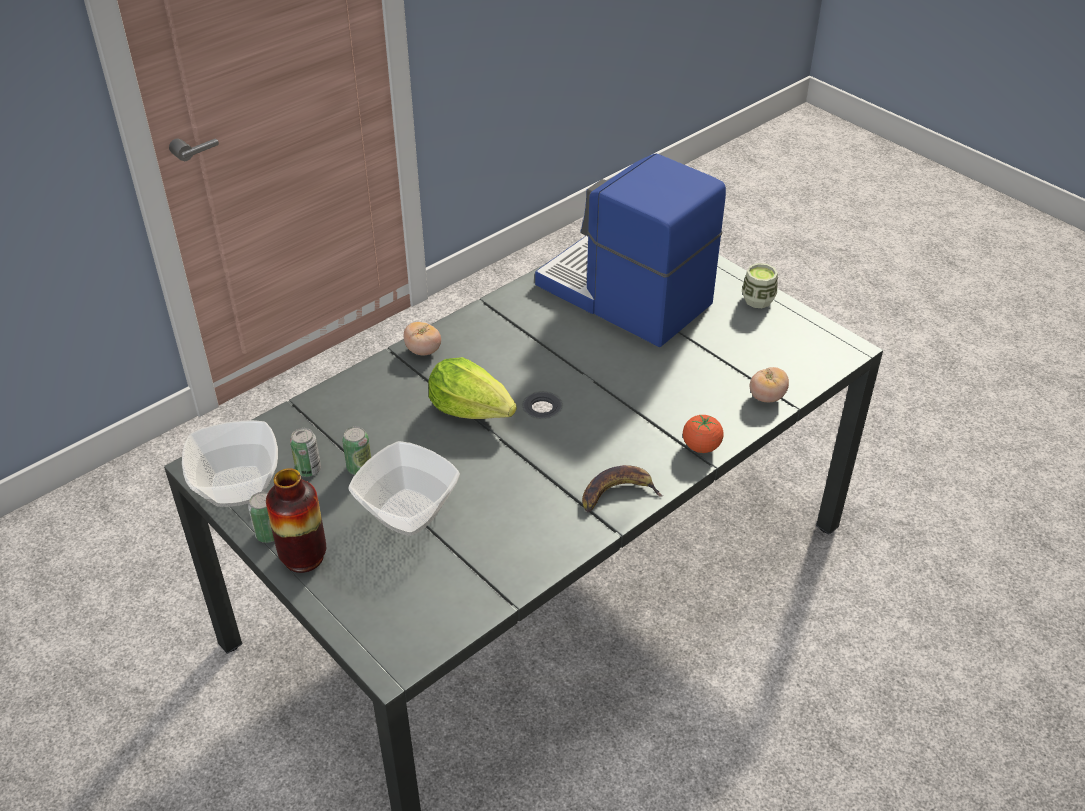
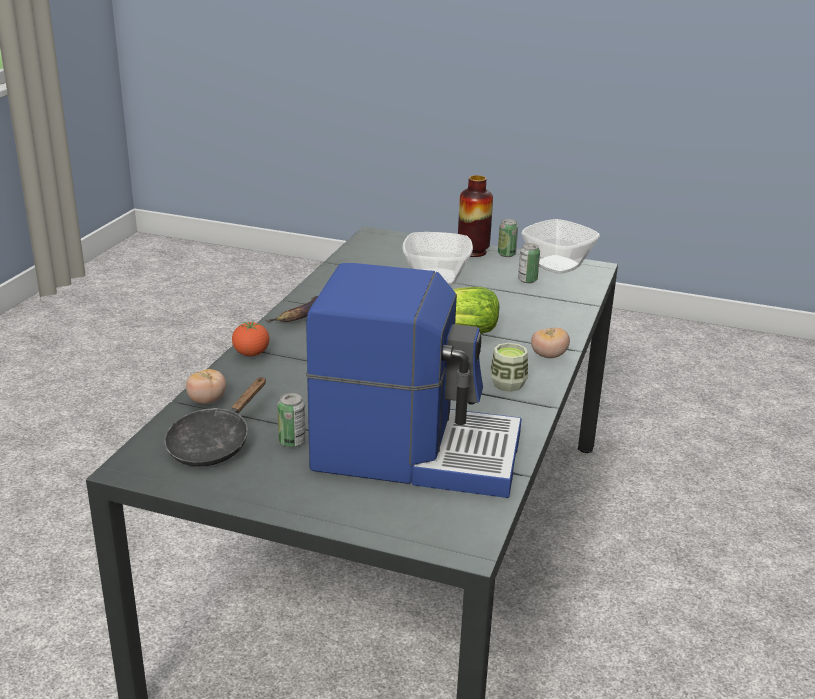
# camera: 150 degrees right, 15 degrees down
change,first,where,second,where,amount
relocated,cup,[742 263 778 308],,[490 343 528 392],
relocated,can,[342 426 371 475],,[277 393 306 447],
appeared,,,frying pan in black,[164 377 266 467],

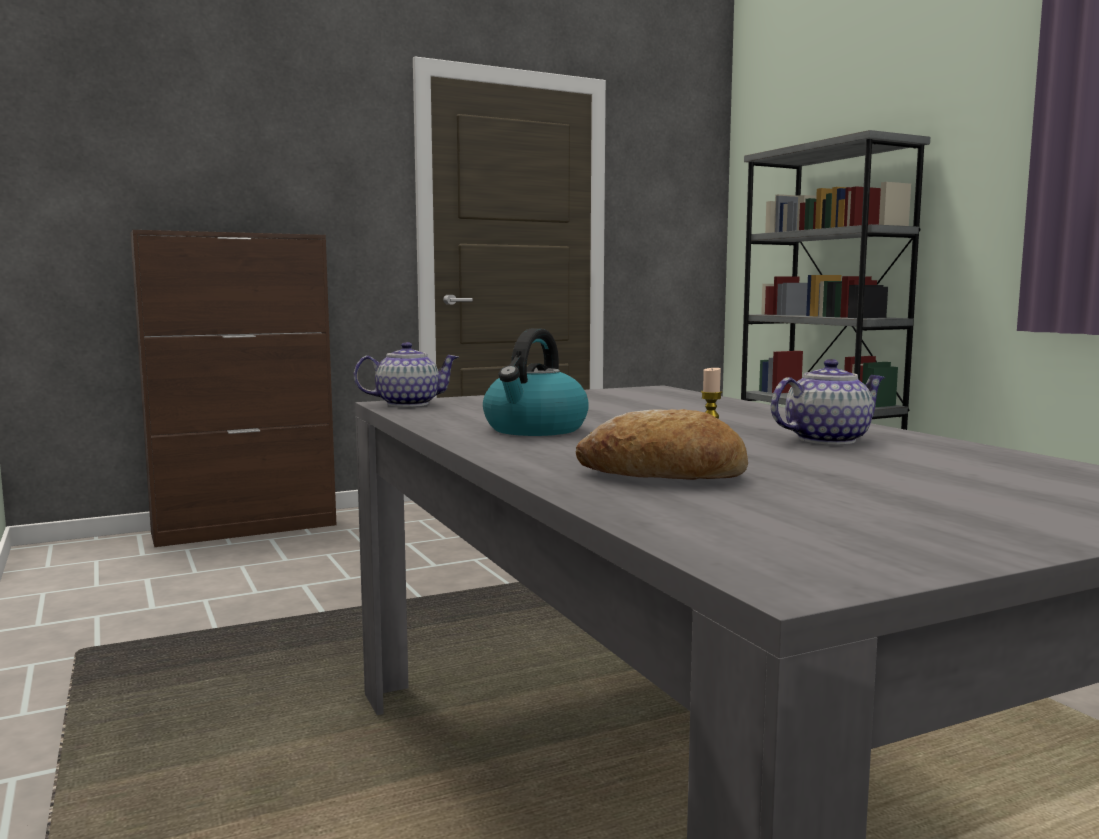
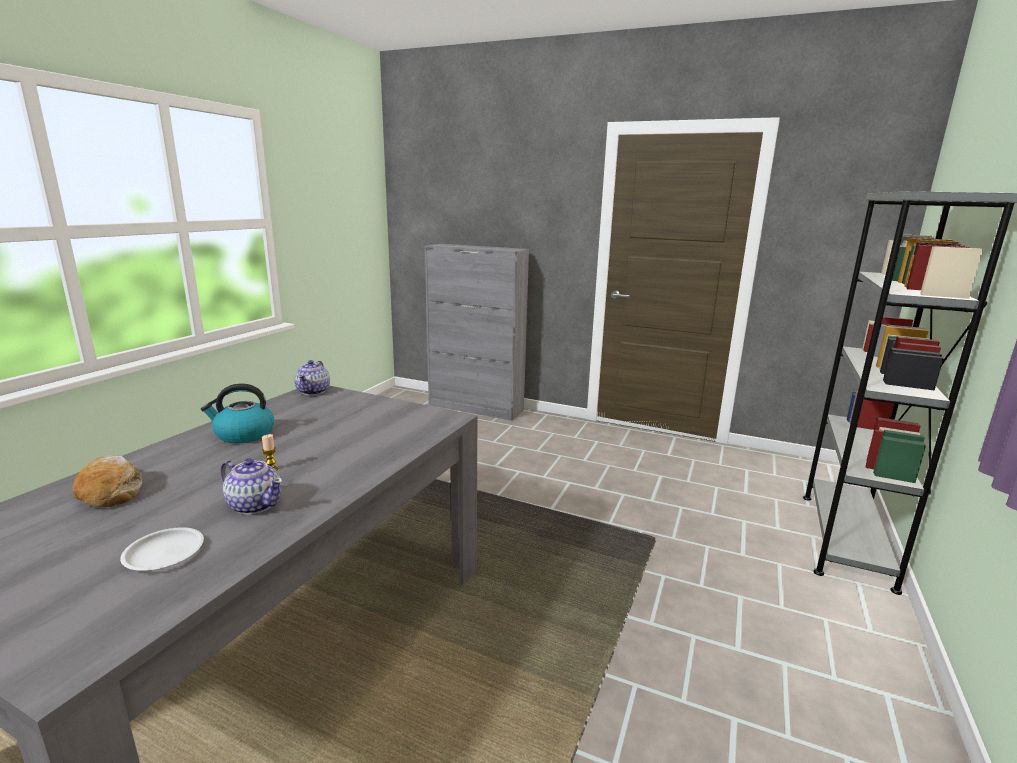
# camera: 50 degrees right, 10 degrees up
change,first,where,second,where,amount
colour,cabinet in brown,[130 230 336 547],cabinet in grey,[425 244 529 421],
spun,teapot,[354 342 459 407],,[295 360 330 395],60 degrees clockwise
appeared,,,plate in white,[120 527 204 571],

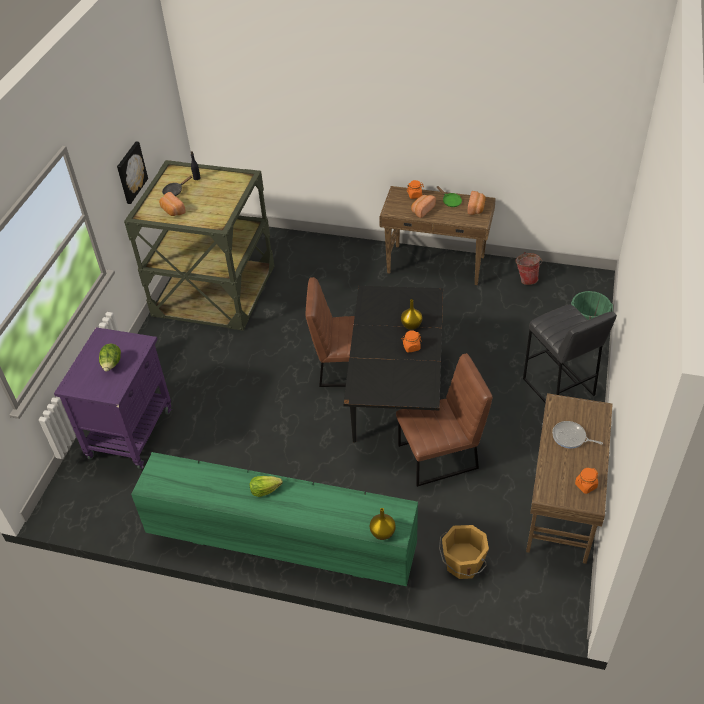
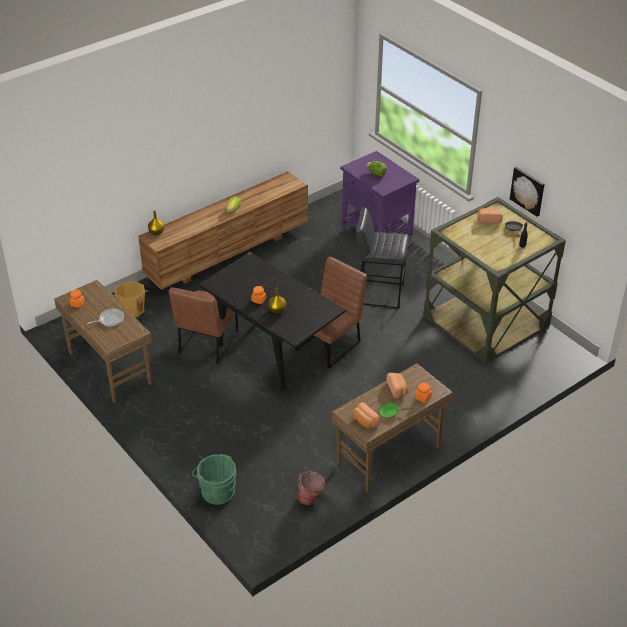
# camera: 125 degrees right, 5 degrees down
change,first,where,second,where,amount
relocated,stool in grey,[523 305 617 402],,[356 207 409 309],
colour,cabinet in green,[131 452 418 586],cabinet in brown,[138 171 308 290],

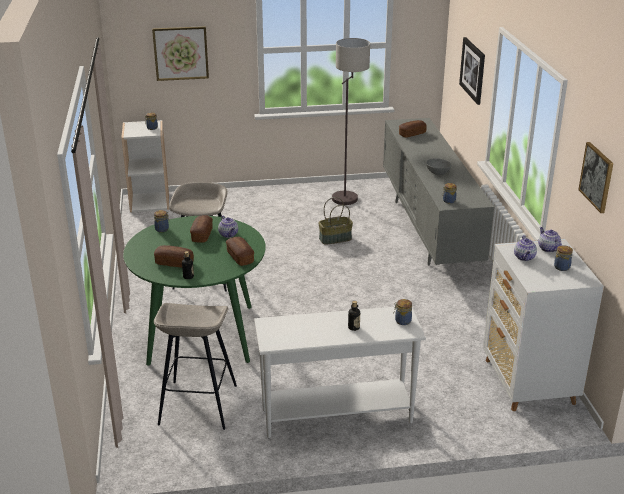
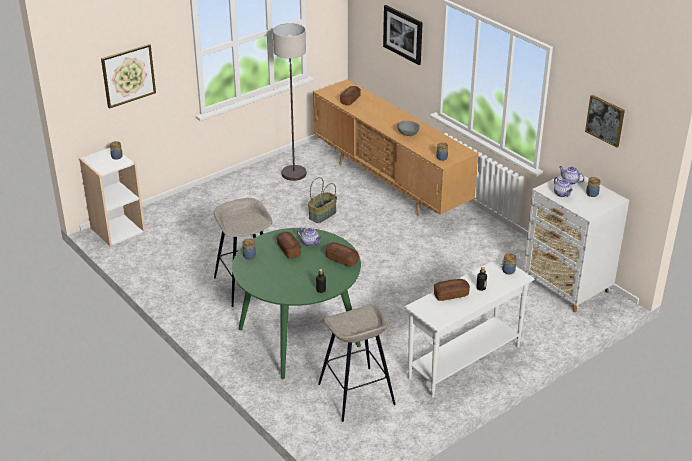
# camera: 30 degrees left, 5 degrees up
change,first,where,second,where,amount
colour,cabinet in grey,[383 118 494 265],cabinet in brown,[313 79 479 216],
relocated,bread,[154 245 194 268],,[434 279 470 301],

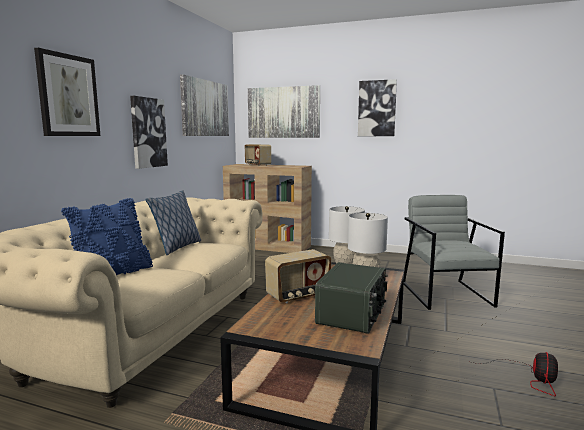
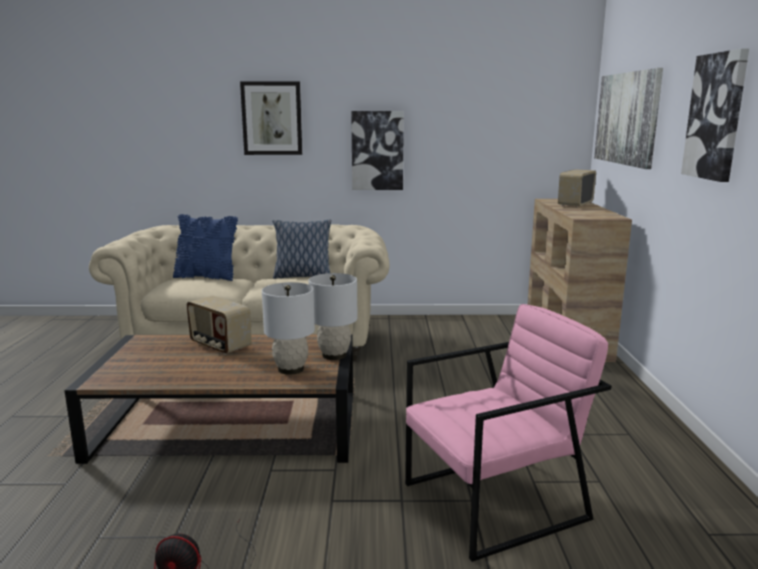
# camera: 70 degrees right, 5 degrees up
change,first,where,second,where,amount
missing,picture,[180 74 229 136],,,
colour,armchair in grey,[404 195 505 310],armchair in pink,[405 304 611 562],
missing,radio,[315 262 388 334],,,

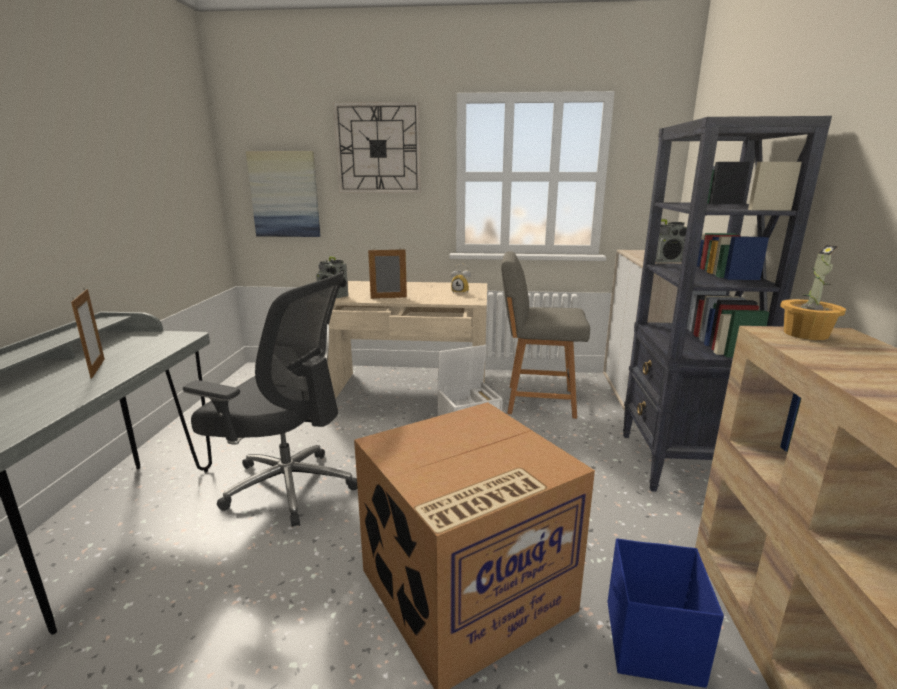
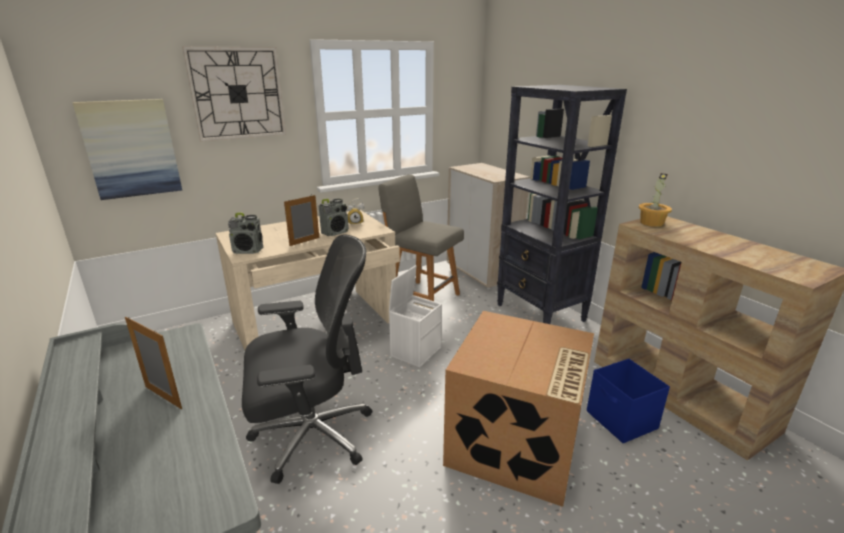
# camera: 35 degrees left, 5 degrees up
change,first,where,second,where,amount
relocated,radio,[656 219 687 263],,[319 199 349 236],
spun,chair in grey,[501 251 590 419],,[378 174 464 301],60 degrees clockwise

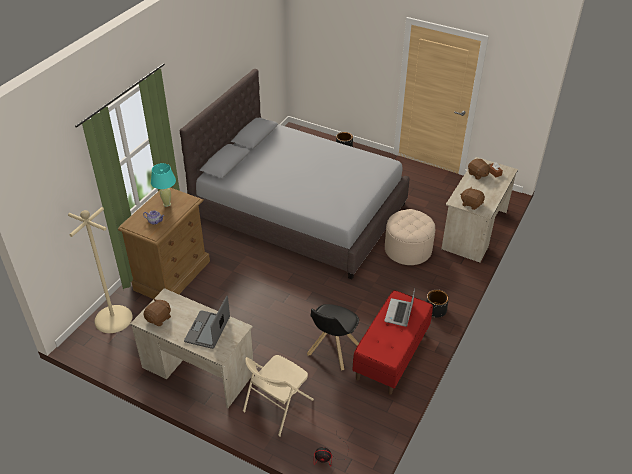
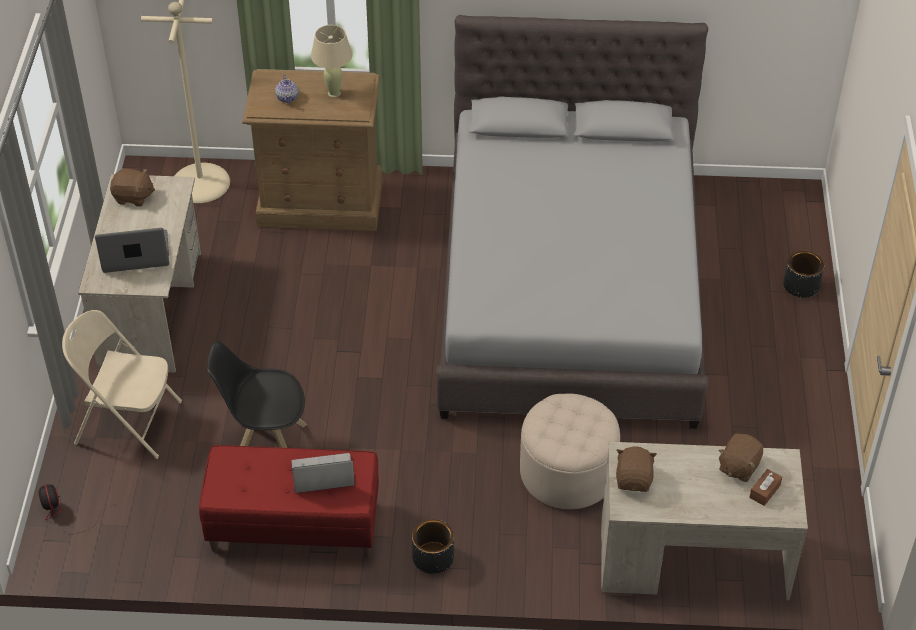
# camera: 65 degrees right, 5 degrees up
change,first,where,second,where,amount
colour,table lamp in turquoise,[151 163 176 207],table lamp in beige,[311 25 353 98],

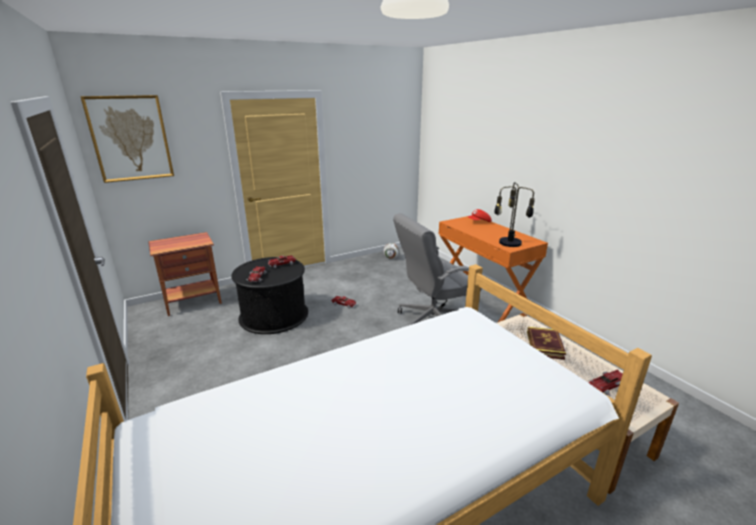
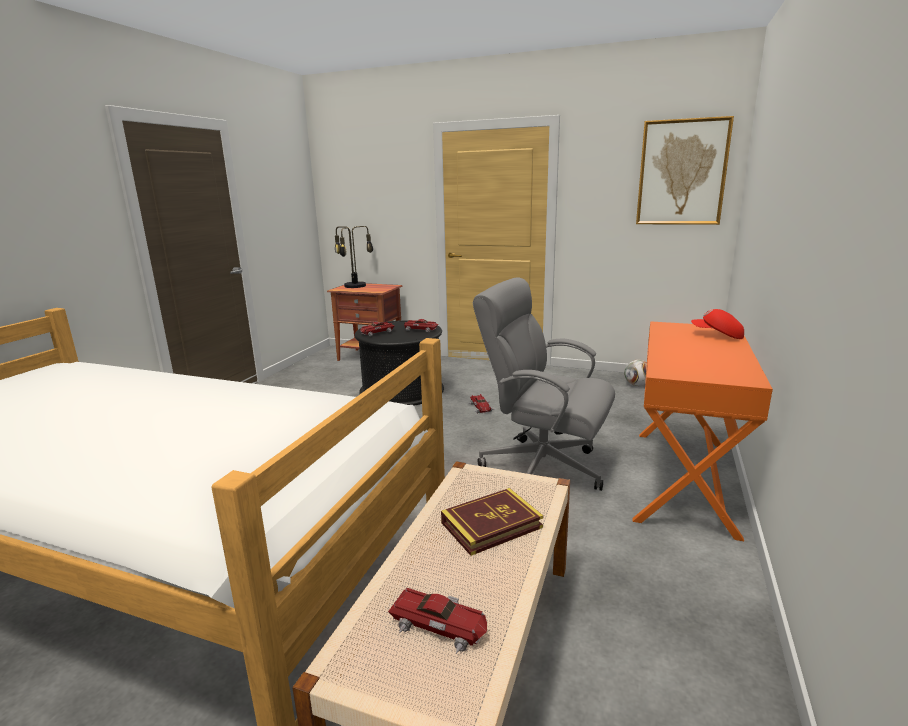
# camera: 50 degrees right, 5 degrees down
change,first,where,second,where,amount
relocated,picture,[80 95 174 183],,[636 116 734 225],
relocated,table lamp,[494 182 535 247],,[335 226 373 288],

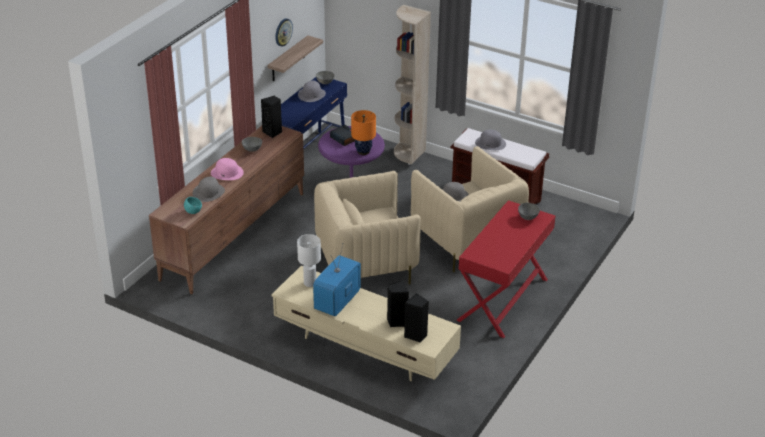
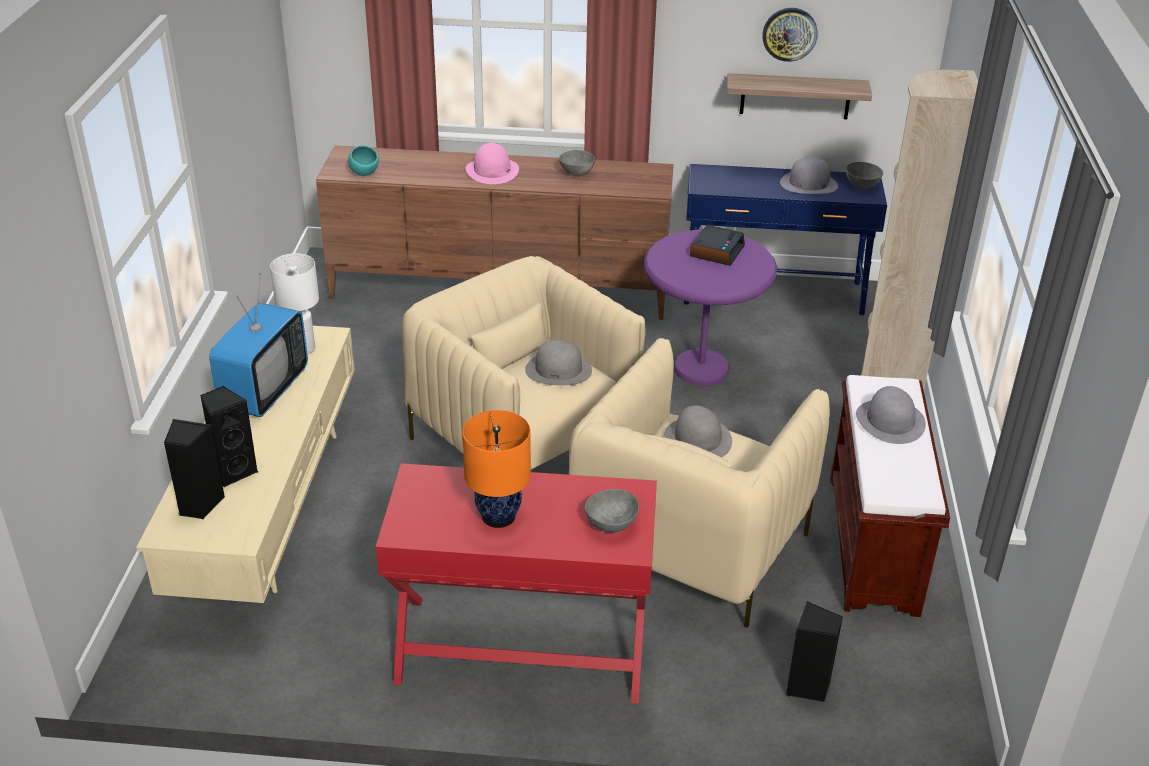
# camera: 65 degrees right, 0 degrees up
change,first,where,second,where,amount
relocated,speaker in black,[261 96 282 138],,[786 602 843 702],
relocated,table lamp in orange,[351 110 376 155],,[462 410 531 528],
relocated,hat in grey,[193 177 225 202],,[525 340 592 385],
spun,television,[313 243 361 316],,[209 273 308 417],105 degrees clockwise

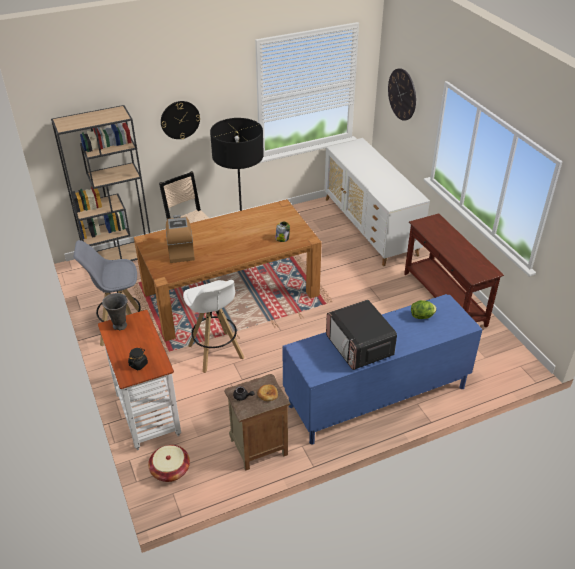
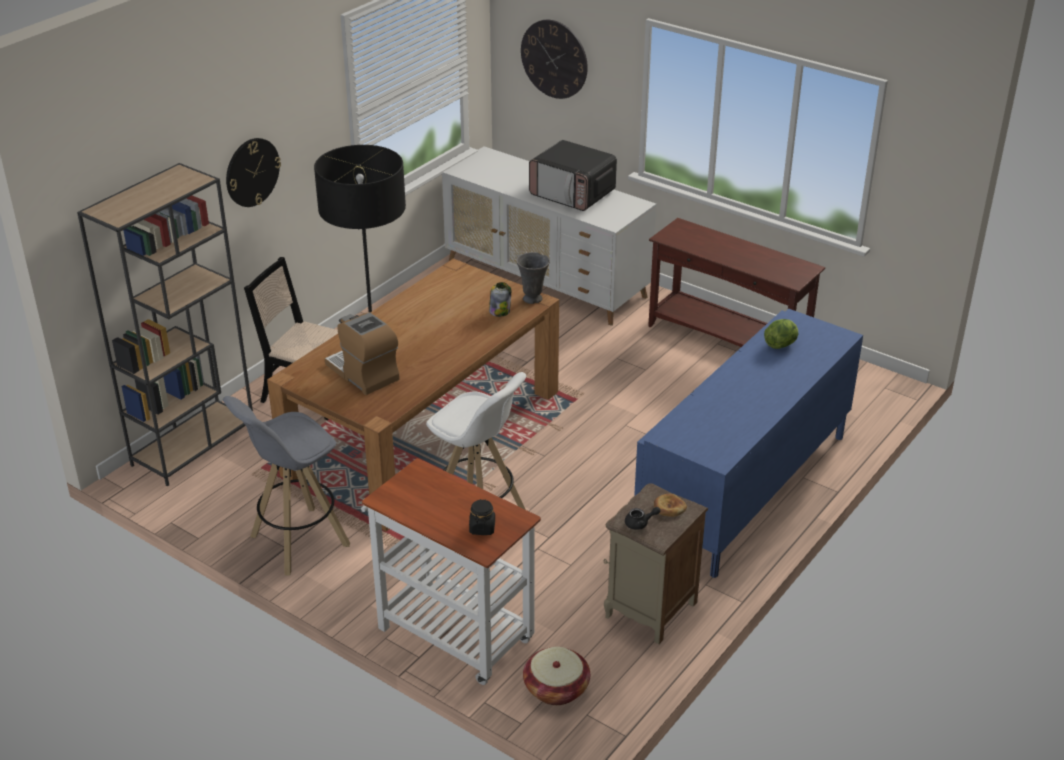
# camera: 30 degrees left, 5 degrees down
change,first,where,second,where,amount
relocated,vase in grey,[102 293 128 330],,[516 252 550 304],
relocated,microwave,[326 300 397 370],,[529 140 617 211],

